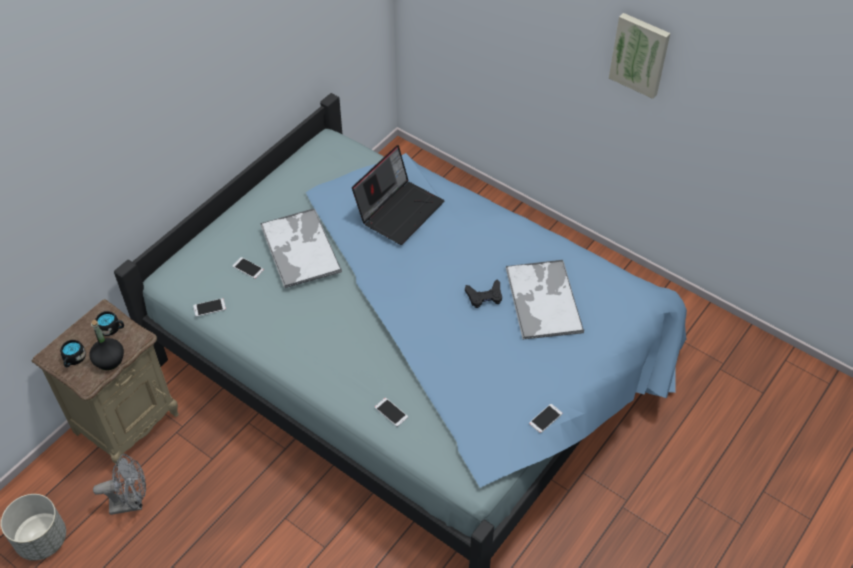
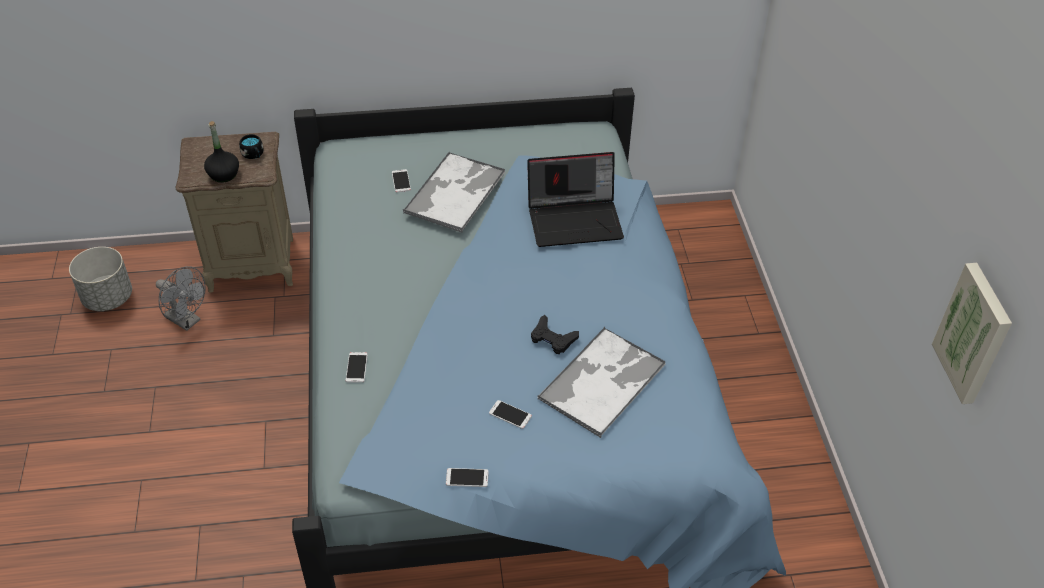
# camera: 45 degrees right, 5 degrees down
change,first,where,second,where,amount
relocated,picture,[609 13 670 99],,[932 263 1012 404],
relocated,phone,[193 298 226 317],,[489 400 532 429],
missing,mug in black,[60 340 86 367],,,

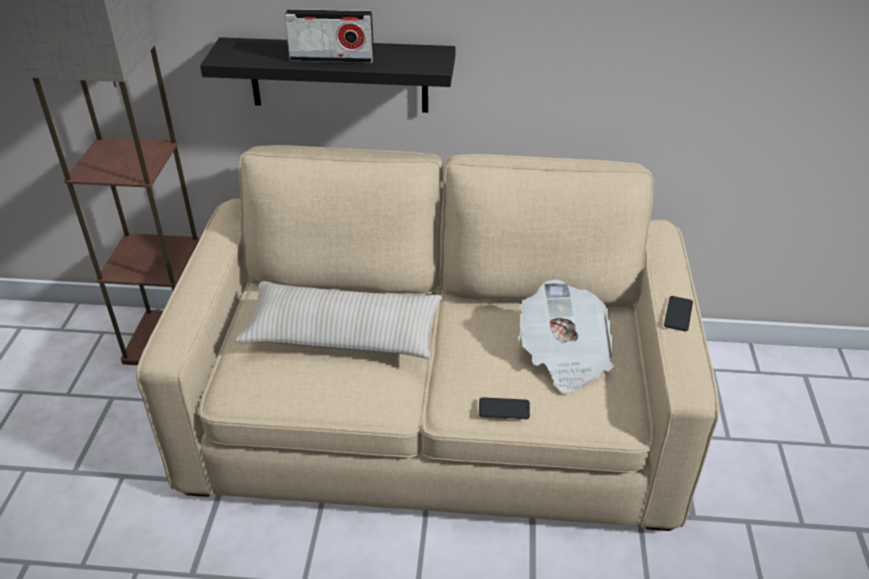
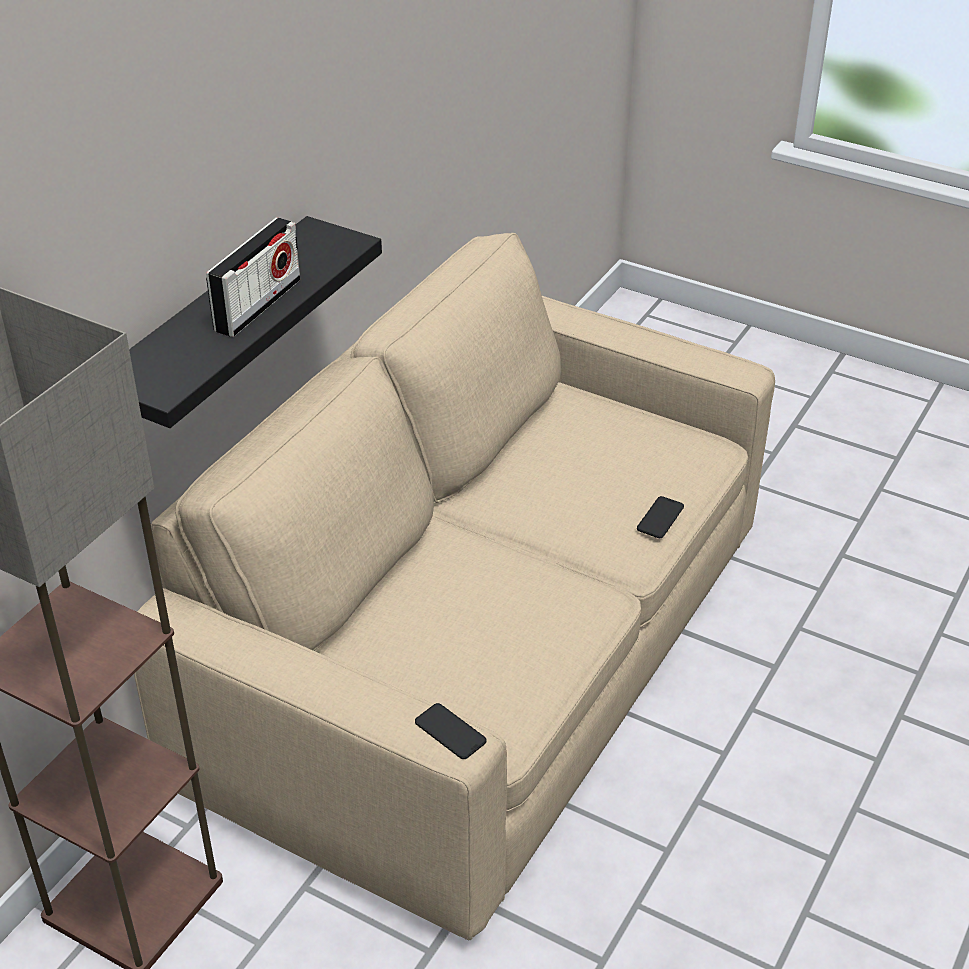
# camera: 65 degrees left, 0 degrees up
change,first,where,second,where,amount
missing,newspaper,[519 279 614 394],,,
missing,pillow in beige,[235 281 442 359],,,
relocated,phone,[664 296 693 331],,[415 703 486 759],

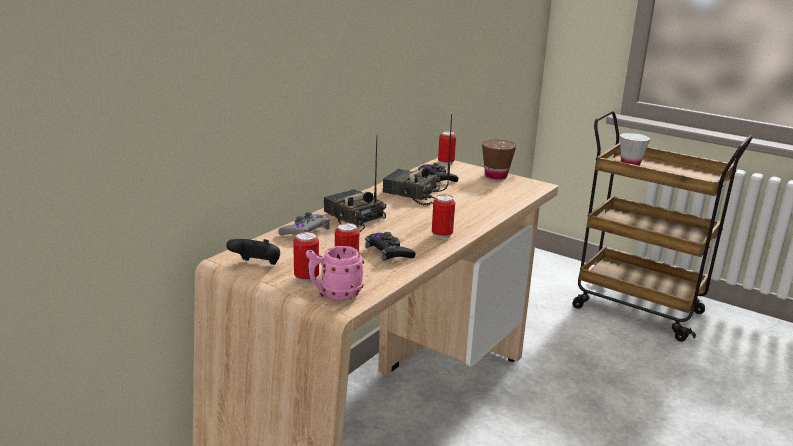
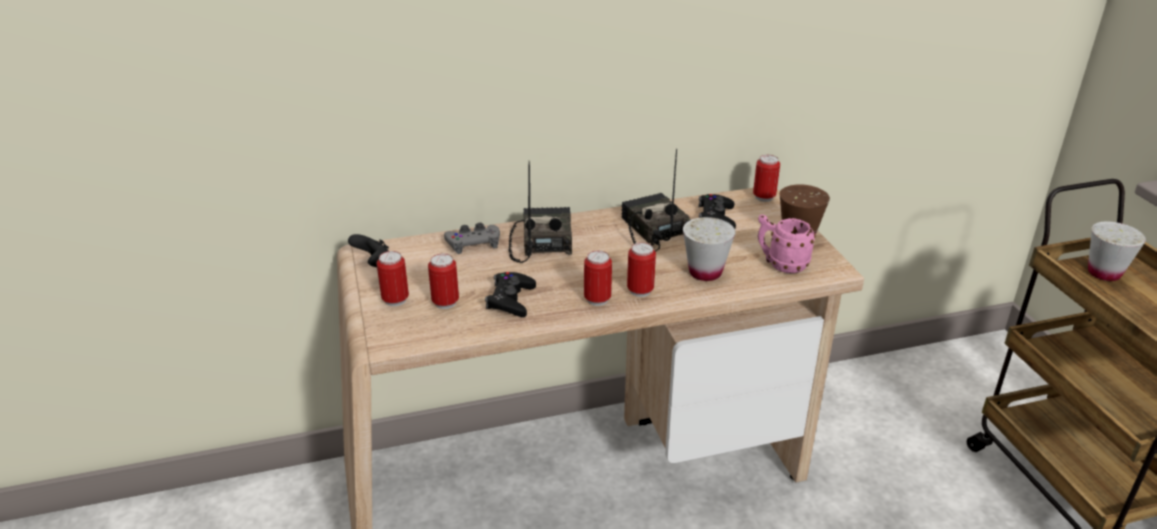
# camera: 40 degrees right, 10 degrees up
change,first,where,second,where,amount
relocated,mug in pink,[306 246 364 301],,[758 215 816 273],
appeared,,,cup in white,[683 217 736 281],
appeared,,,can,[627 242 656 297],

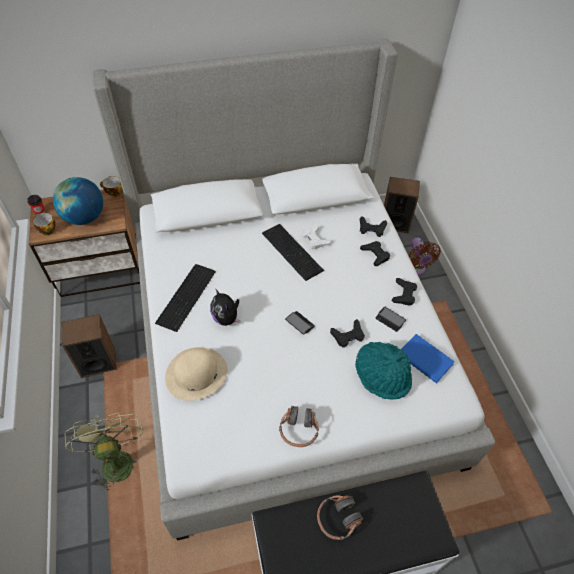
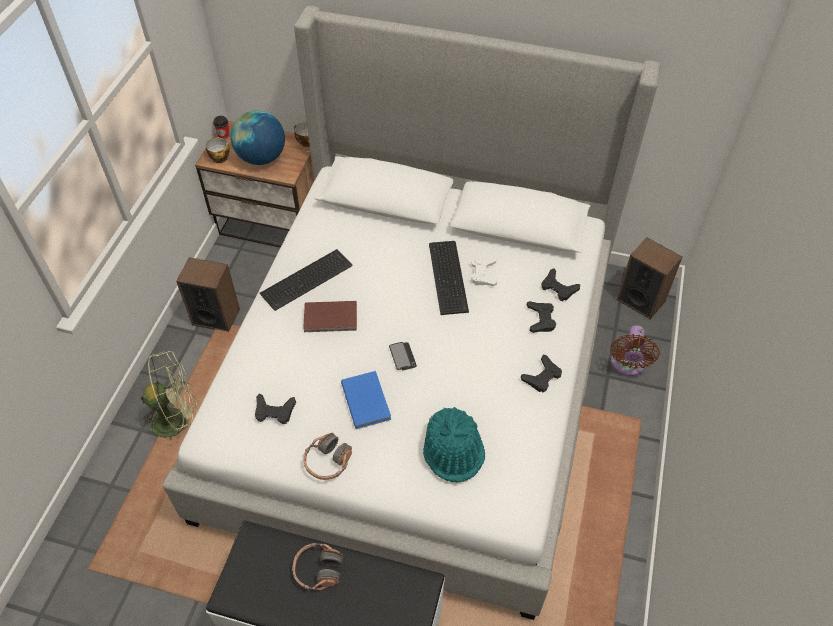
# camera: 30 degrees right, 0 degrees up
change,first,where,second,where,amount
exchanged,plush toy,[210 289 241 326],book in brown,[303 301 357 332],
missing,phone,[375 307 406 332],,,
relocated,game controller in black,[330 319 365 348],,[255 393 296 424],
relocated,book in blue,[401 334 455 383],,[341 371 391 429],
missing,hat in beige,[165 347 228 401],,,
spun,fan in green,[65 412 143 492],,[140 351 197 440],60 degrees clockwise

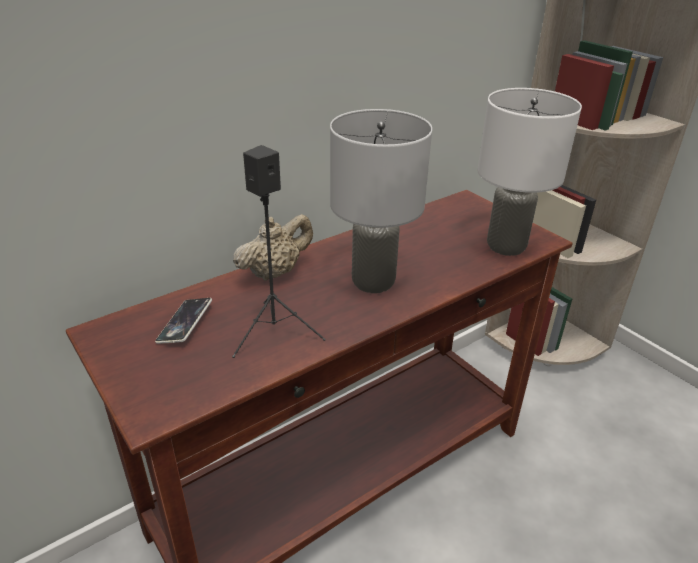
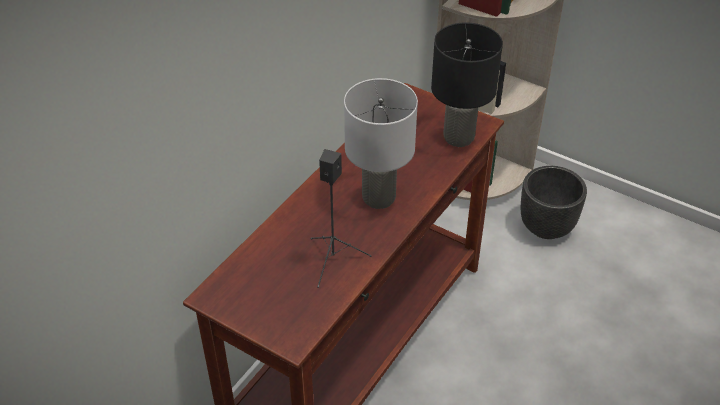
# camera: 20 degrees left, 10 degrees up
change,first,where,second,where,amount
colour,table lamp in white,[477 88 582 256],table lamp in black,[431 22 503 147],
missing,teapot in beige,[233 214 313 281],,,
missing,phone,[155 298 212 344],,,
appeared,,,planter in black,[521 166 587 239],

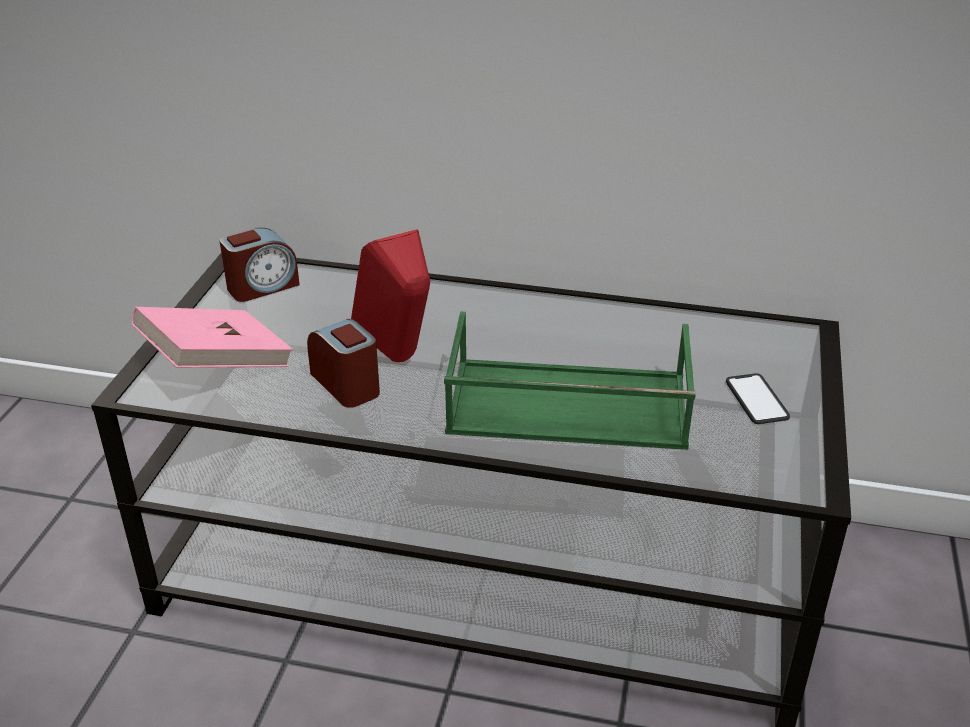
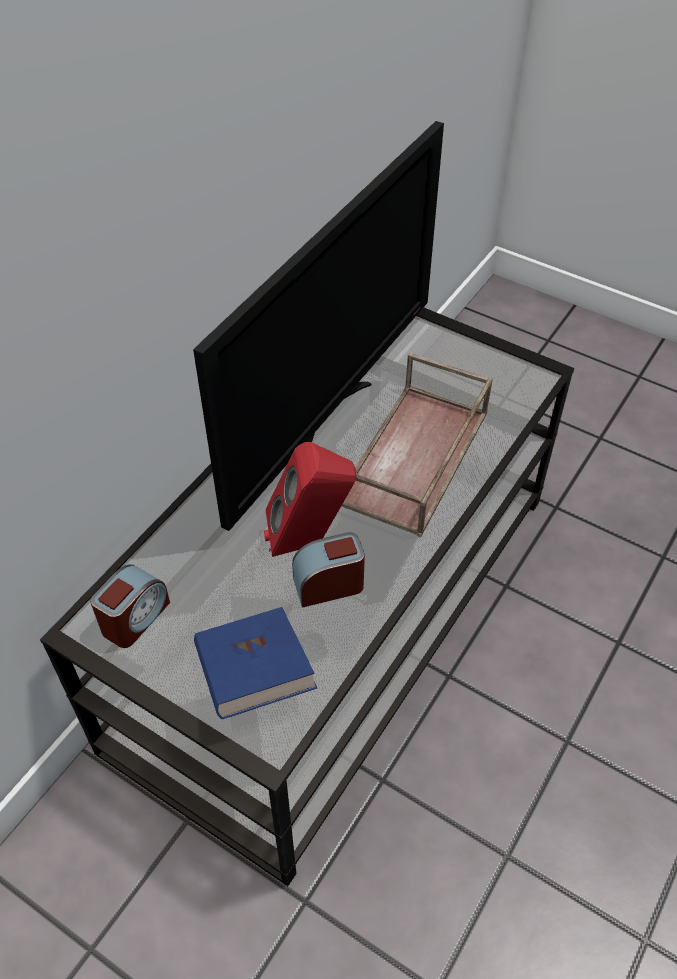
# camera: 70 degrees left, 15 degrees up
change,first,where,second,where,amount
spun,alarm clock,[220 227 300 302],,[90 564 170 648],45 degrees clockwise
colour,book in pink,[131 307 293 368],book in blue,[194 607 317 719],
colour,tray in green,[444 312 696 450],tray in brown,[342 353 493 537],
missing,phone,[726 373 790 424],,,
appeared,,,television,[193 121 444 531],

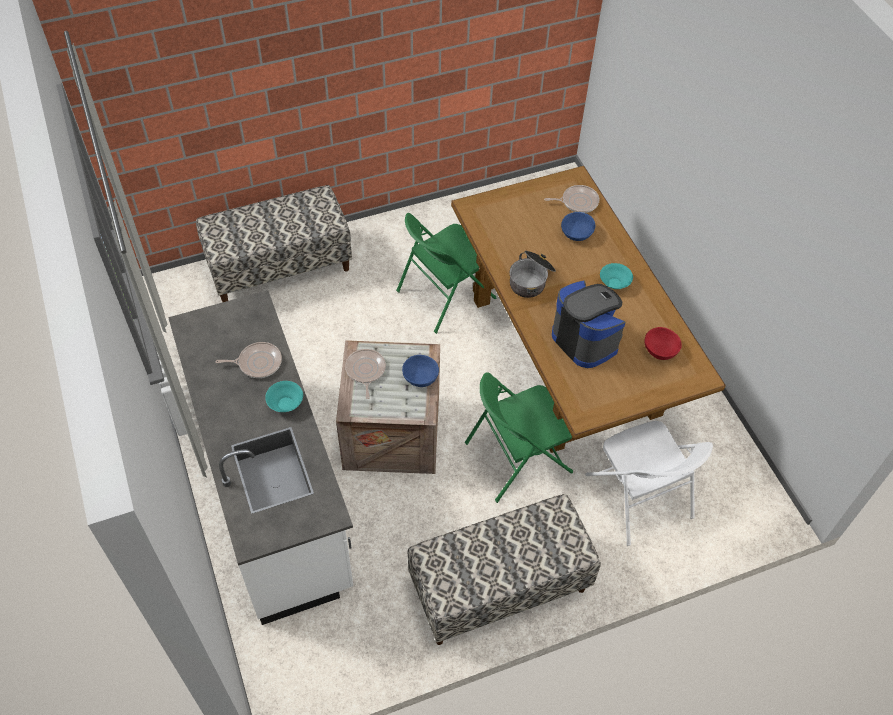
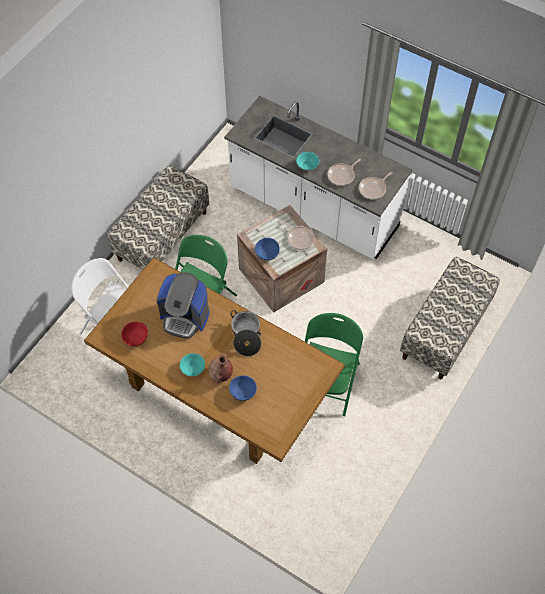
# camera: 145 degrees right, 5 degrees up
change,first,where,second,where,amount
relocated,frying pan,[544 185 600 213],,[359 172 392 200],
appeared,,,vase in brown,[208 355 233 383],

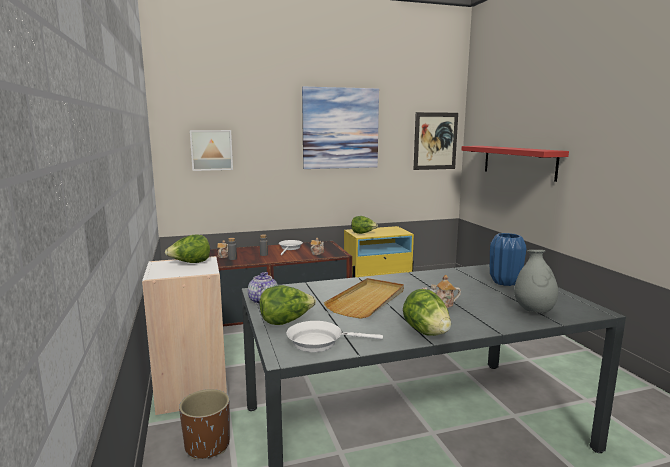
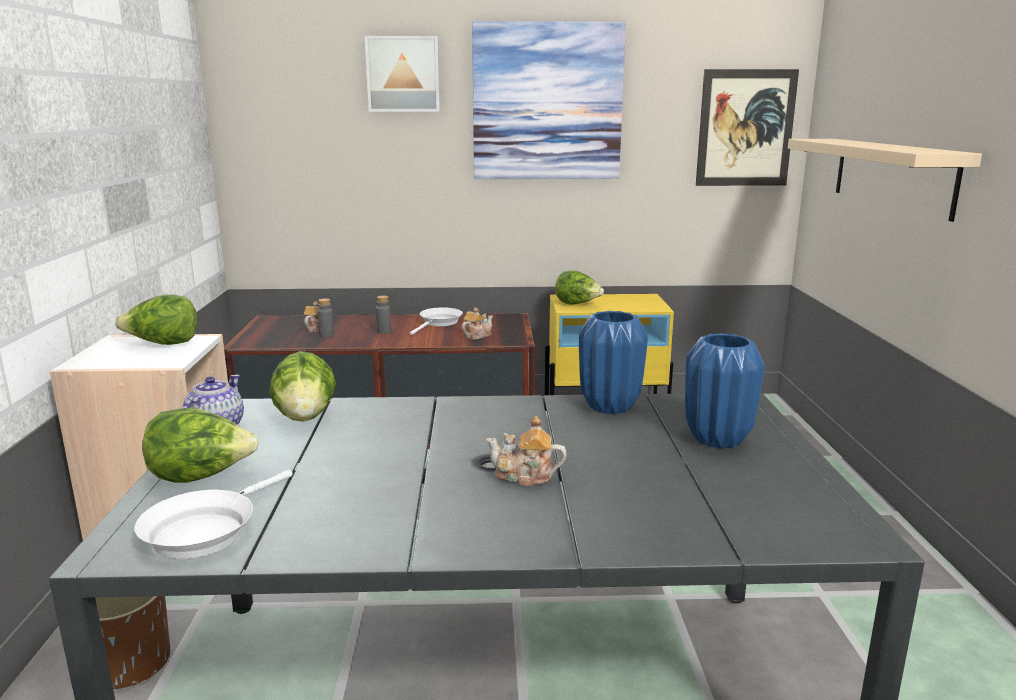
# camera: 15 degrees right, 5 degrees up
change,first,where,second,where,amount
relocated,picture,[190 130 233 171],,[365 36 440 112],
colour,shelf in red,[461 146 569 182],shelf in beige,[788 139 982 222],
missing,vase in grey,[514 250 558 313],,,
missing,tray in beige,[324 278 404 319],,,
relocated,lettuce,[403 289 451 336],,[269 351 336 422],
spun,frying pan in white,[287 321 383 352],,[134 470 293 559],75 degrees counterclockwise
appeared,,,vase in blue,[579 311 648 414],

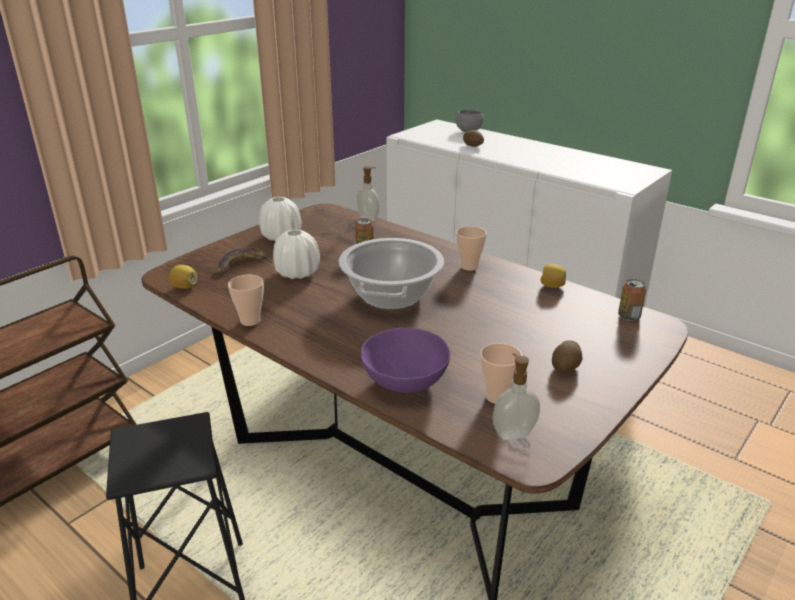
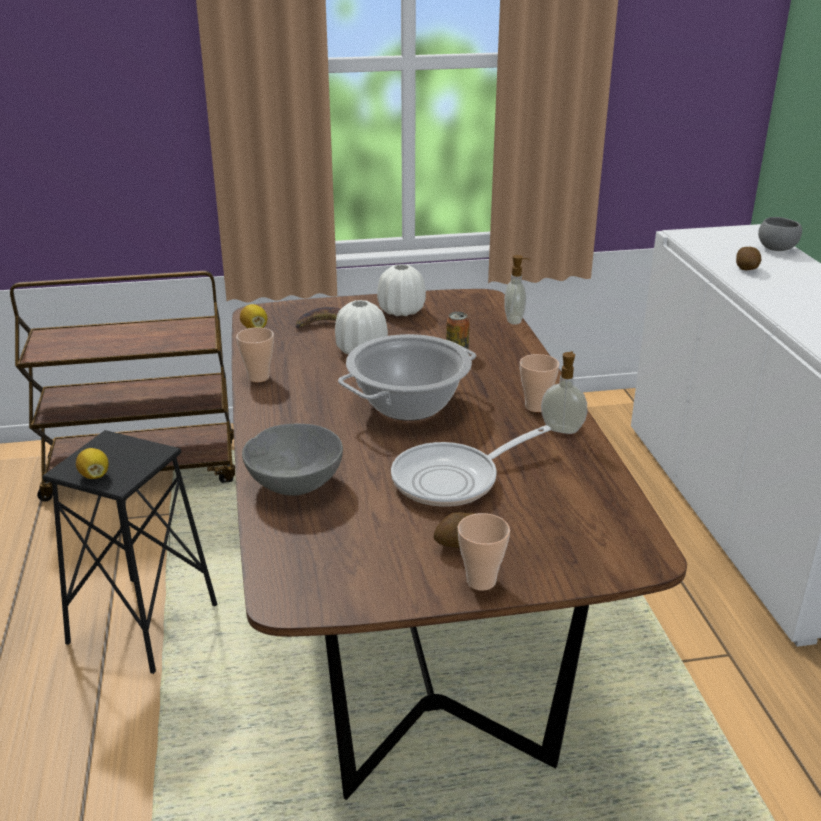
# camera: 40 degrees right, 0 degrees up
change,first,where,second,where,amount
relocated,lemon,[541 264 566 288],,[76 448 108 479],
missing,can,[618 279 646 321],,,
colour,bowl in purple,[361 328 450 393],bowl in grey,[242 424 343 496],
relocated,cup,[480 343 522 404],,[458 513 510 590],
relocated,soap dispenser,[492 353 540 440],,[541 351 587 434],
appeared,,,frying pan,[391 425 551 507],

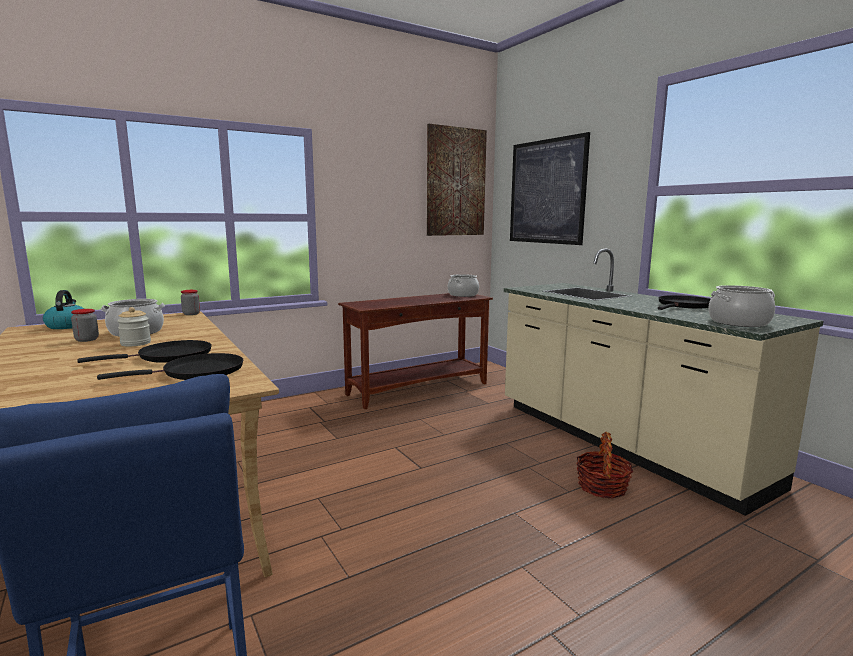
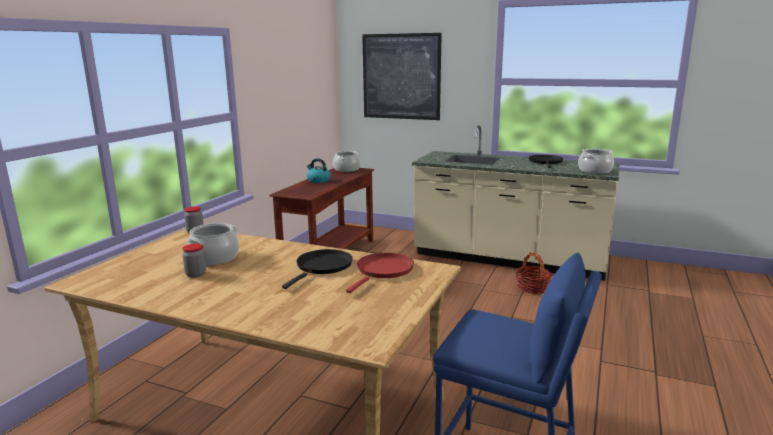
# camera: 35 degrees left, 5 degrees up
change,first,where,second,where,amount
missing,picture,[427 124 487 236],,,
relocated,kettle,[43 290 84 329],,[307 158 331 183],
missing,jar,[117 307 151 346],,,
colour,frying pan in black,[97 353 243 380],frying pan in red,[346 253 414 293],

